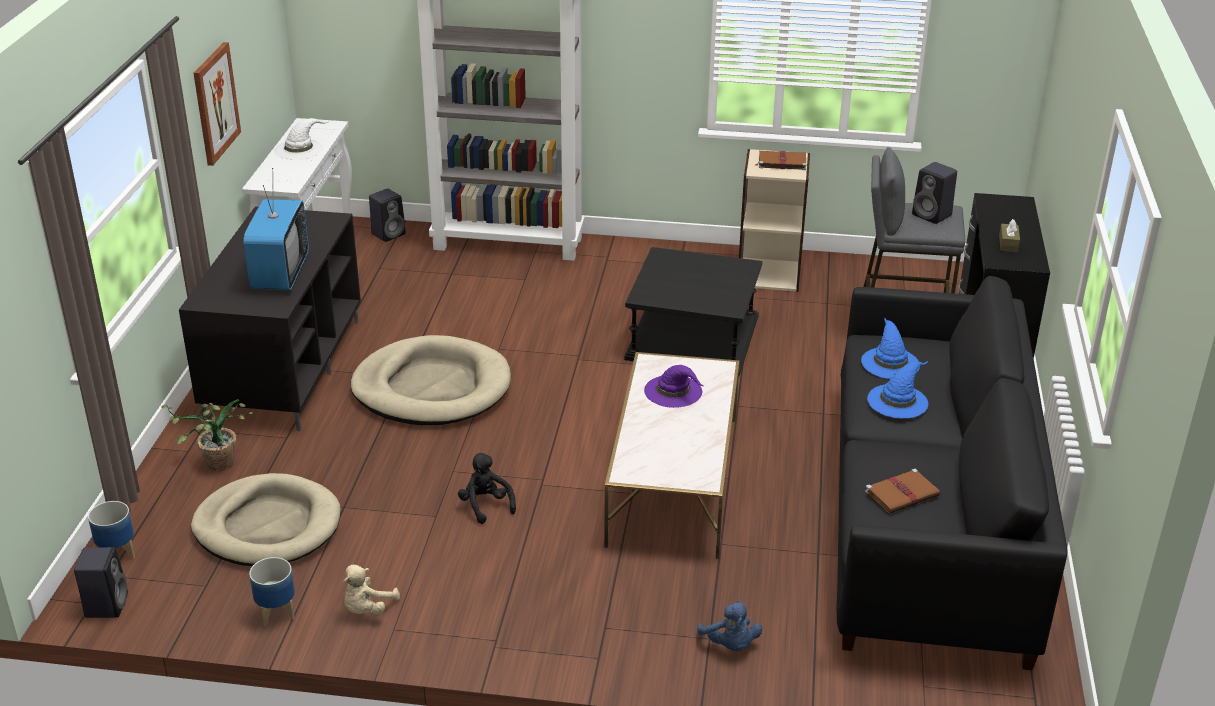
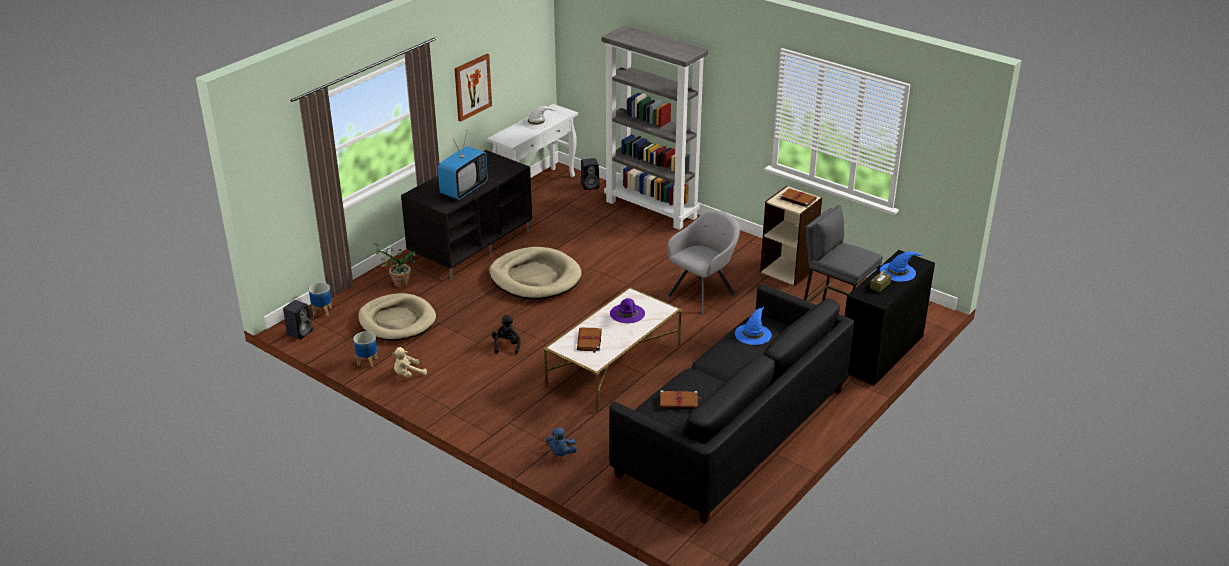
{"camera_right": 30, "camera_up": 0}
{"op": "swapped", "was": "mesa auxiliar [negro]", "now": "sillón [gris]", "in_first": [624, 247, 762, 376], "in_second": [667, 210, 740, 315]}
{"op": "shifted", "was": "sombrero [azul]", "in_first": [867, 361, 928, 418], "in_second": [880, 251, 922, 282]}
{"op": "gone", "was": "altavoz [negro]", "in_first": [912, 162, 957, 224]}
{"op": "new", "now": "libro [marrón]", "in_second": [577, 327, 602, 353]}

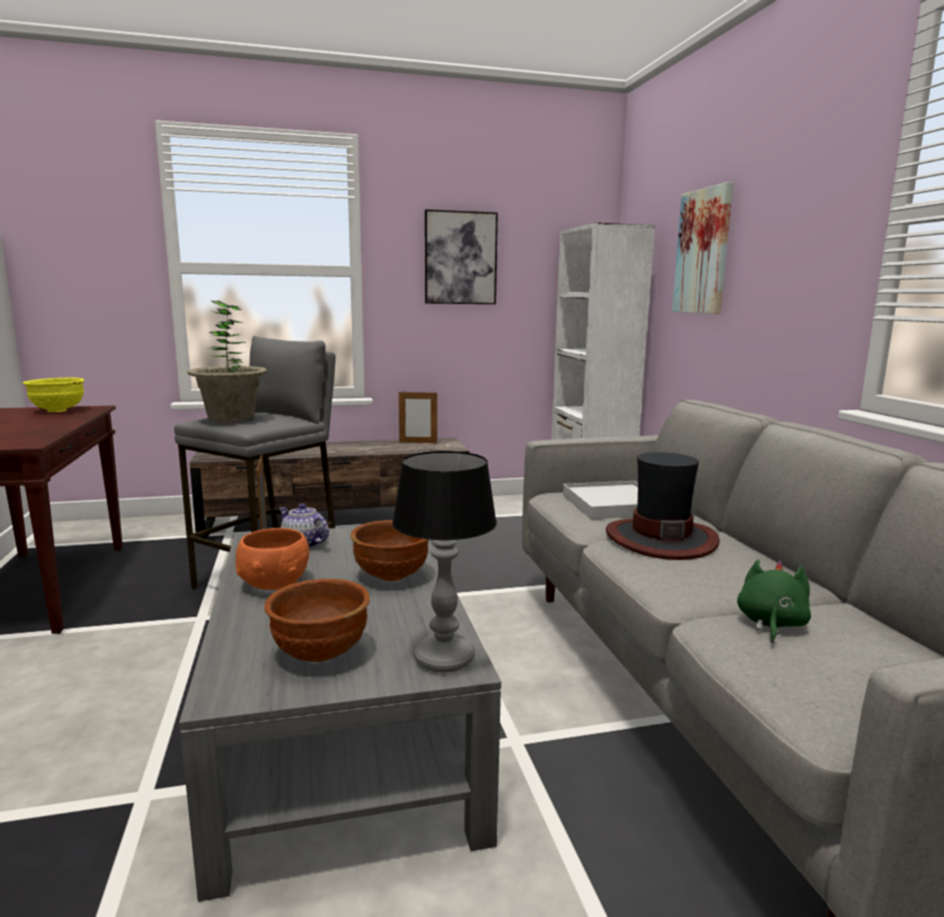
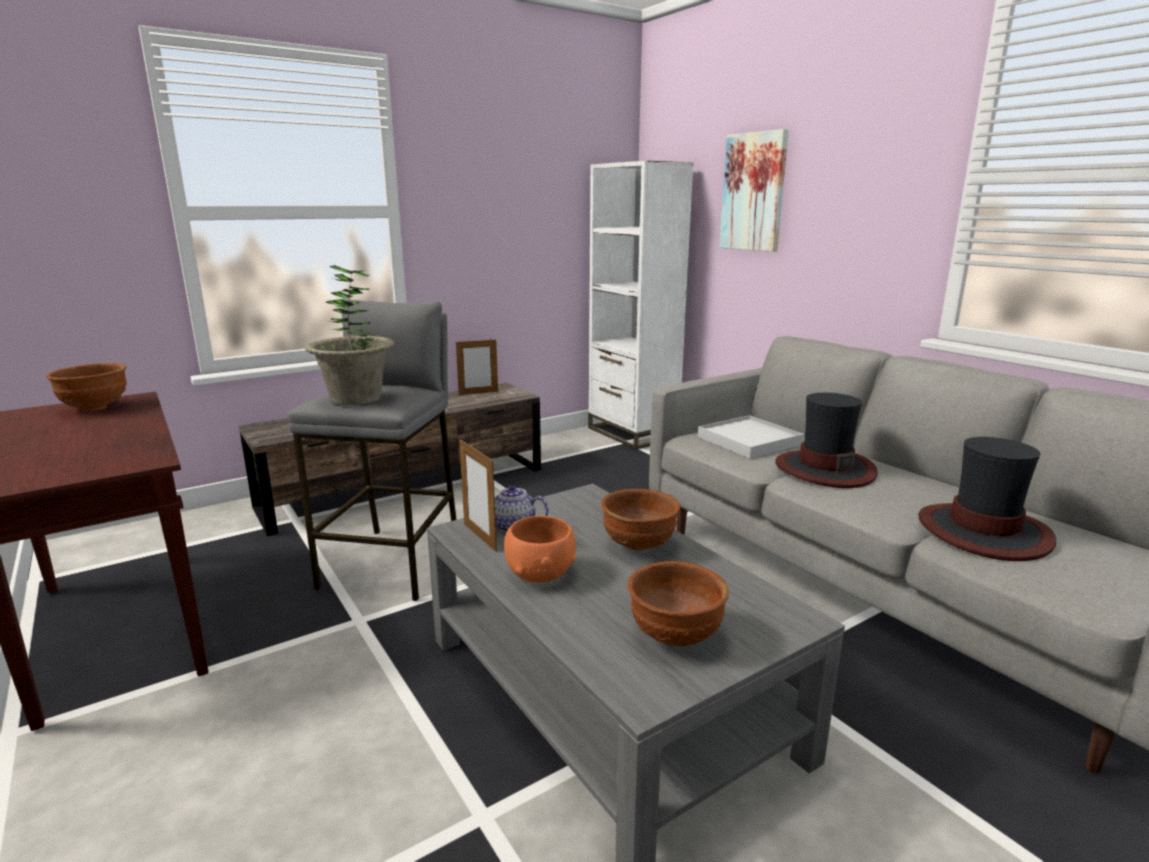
{"camera_right": -20, "camera_up": 5}
{"op": "repainted", "was": "cuenco [amarillo]", "now": "cuenco [marrón]", "in_first": [23, 377, 84, 412], "in_second": [46, 363, 127, 411]}
{"op": "gone", "was": "lámpara de mesa", "in_first": [392, 451, 497, 672]}
{"op": "gone", "was": "cuadro", "in_first": [425, 209, 498, 304]}
{"op": "swapped", "was": "peluche [verde]", "now": "sombrero", "in_first": [737, 560, 811, 643], "in_second": [918, 437, 1056, 561]}

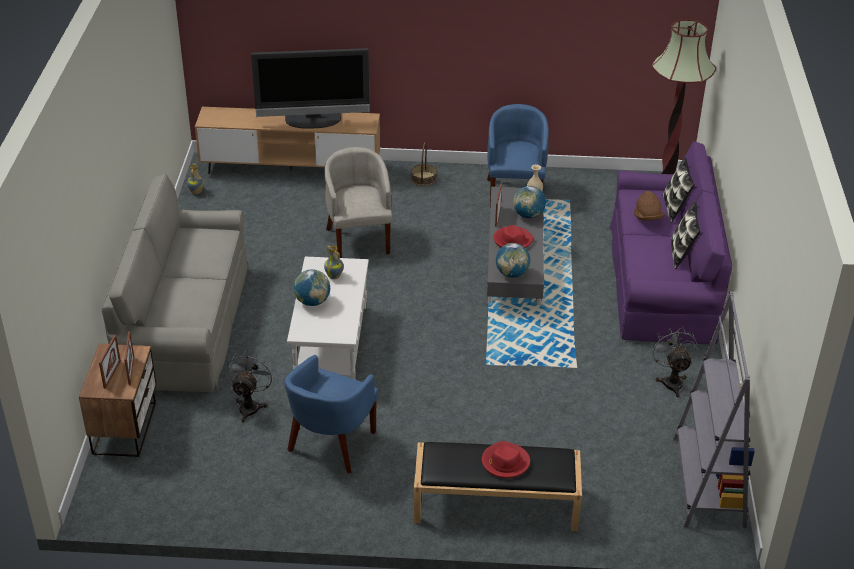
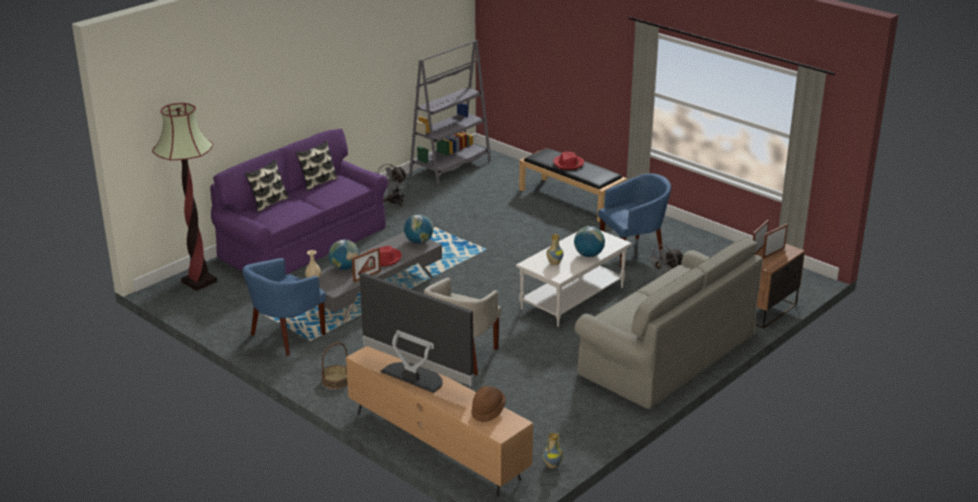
{"camera_right": -140, "camera_up": -10}
{"op": "shifted", "was": "sombrero [marrón]", "in_first": [634, 191, 664, 221], "in_second": [471, 386, 506, 422]}

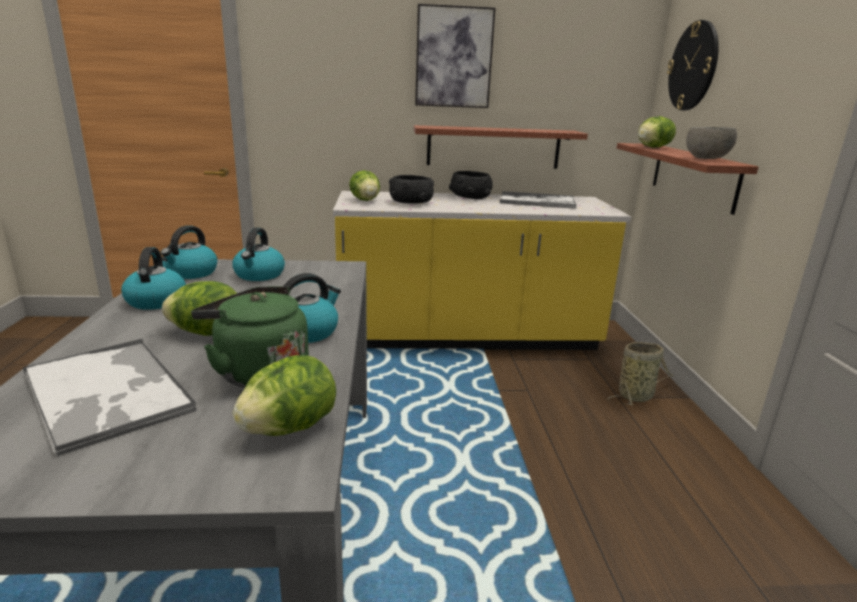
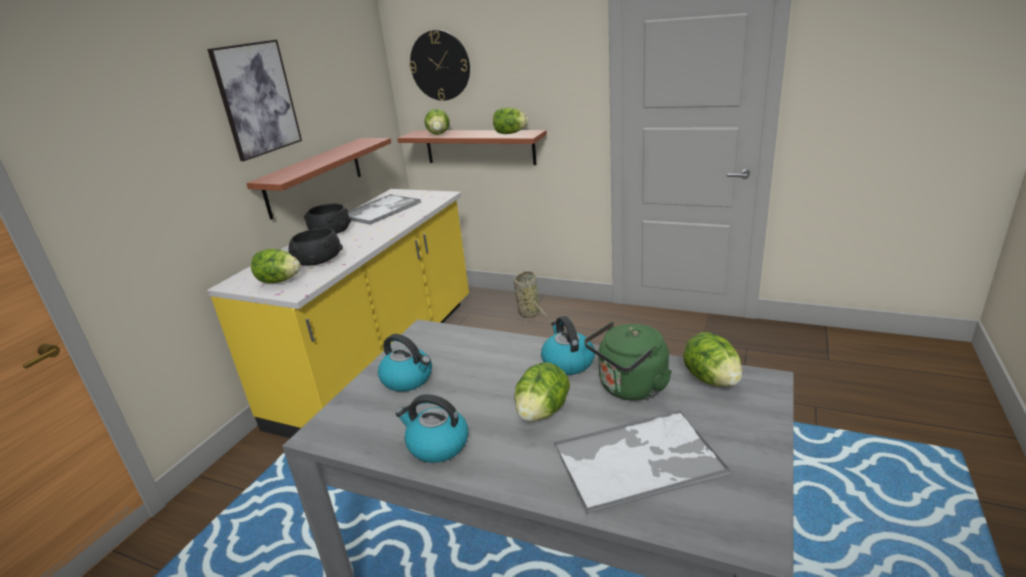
{"camera_right": -60, "camera_up": 5}
{"op": "gone", "was": "hervidor", "in_first": [161, 225, 218, 279]}
{"op": "swapped", "was": "cuenco [gris]", "now": "lechuga", "in_first": [686, 127, 737, 159], "in_second": [493, 108, 528, 134]}

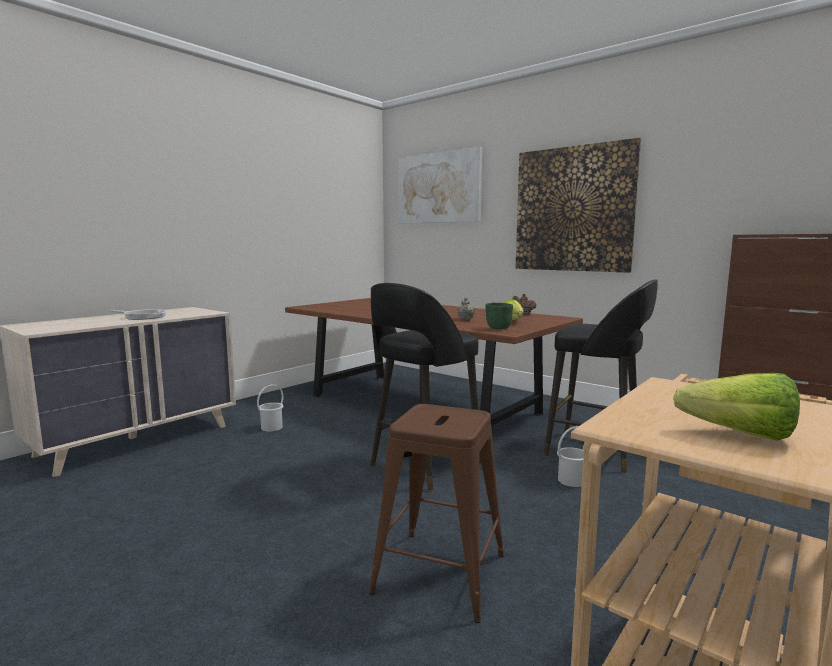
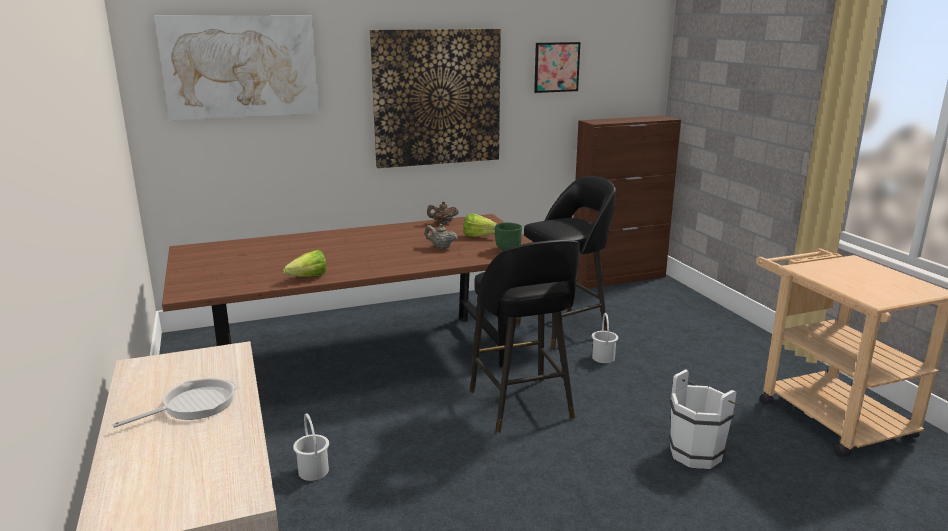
{"camera_right": -60, "camera_up": 10}
{"op": "swapped", "was": "taburete [marrón]", "now": "cubo [blanco]", "in_first": [369, 404, 504, 623], "in_second": [669, 369, 739, 469]}
{"op": "shifted", "was": "lechuga", "in_first": [673, 373, 800, 441], "in_second": [283, 250, 327, 277]}
{"op": "new", "now": "cuadro", "in_second": [534, 42, 580, 93]}

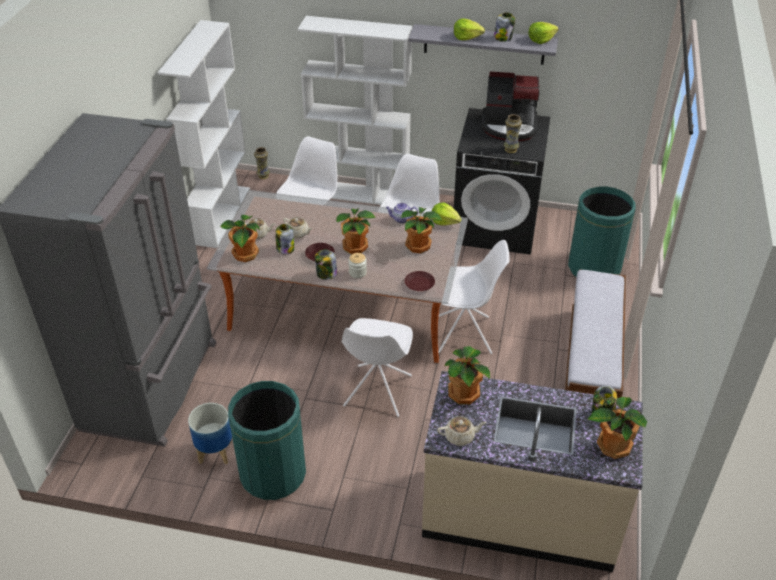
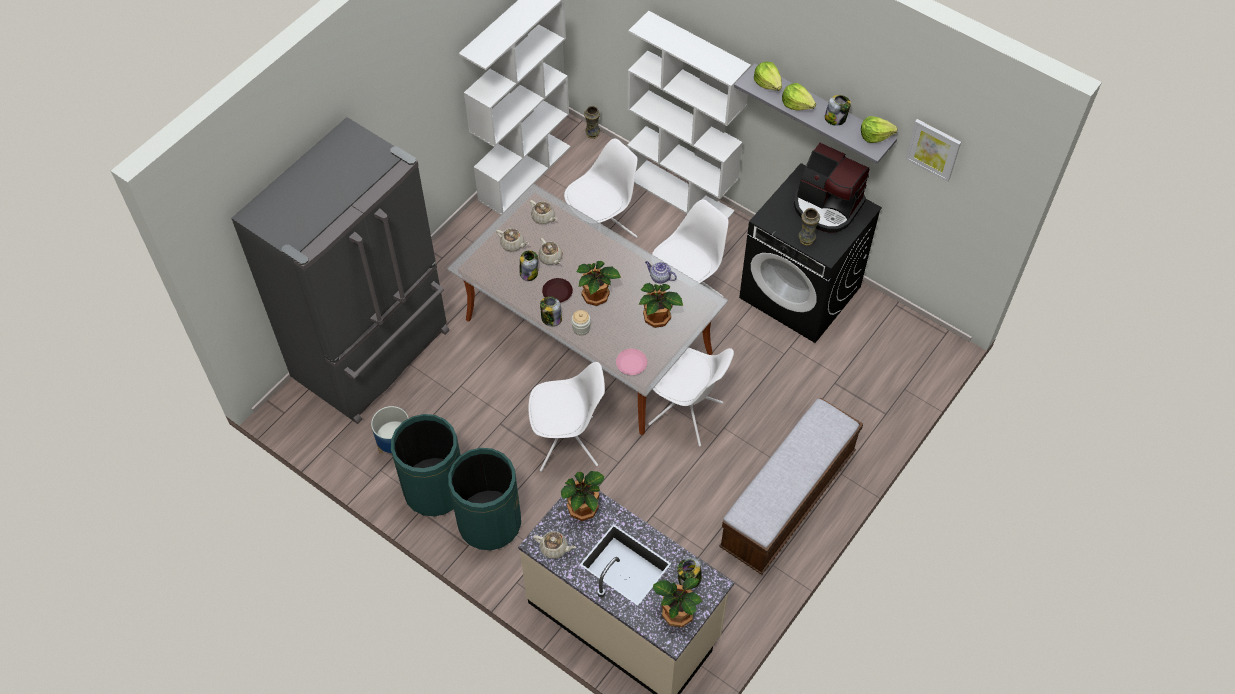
{"camera_right": 25, "camera_up": 15}
{"op": "gone", "was": "planta en maceta", "in_first": [220, 215, 260, 262]}
{"op": "rotated", "was": "silla [blanco]", "in_first": [342, 318, 413, 417], "in_second": [528, 362, 605, 472], "clockwise": -135}
{"op": "repainted", "was": "plato [marrón]", "now": "plato [rosa]", "in_first": [405, 271, 435, 291], "in_second": [616, 349, 647, 375]}
{"op": "shifted", "was": "lechuga", "in_first": [432, 202, 462, 226], "in_second": [754, 62, 782, 91]}
{"op": "shifted", "was": "papelera [verde]", "in_first": [568, 187, 636, 278], "in_second": [448, 448, 521, 550]}
{"op": "new", "now": "tetera [beis]", "in_second": [530, 200, 557, 224]}
{"op": "new", "now": "cuadro", "in_second": [905, 119, 961, 182]}

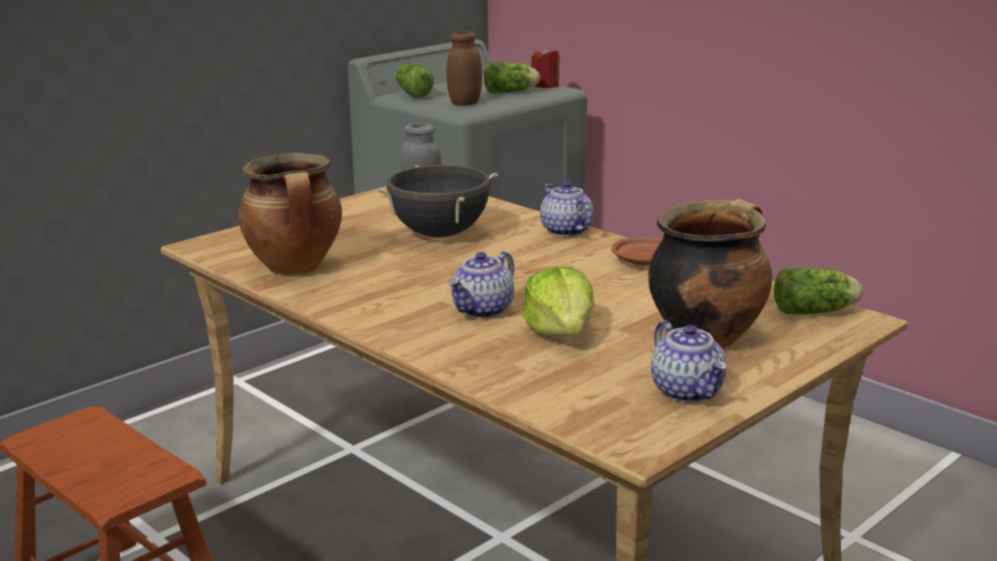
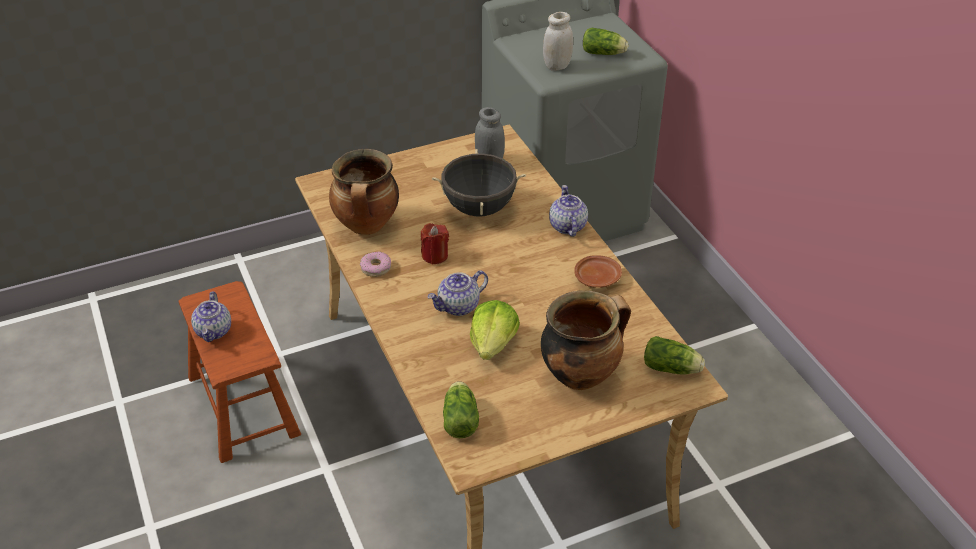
{"camera_right": 20, "camera_up": 20}
{"op": "shifted", "was": "lechuga", "in_first": [396, 63, 434, 97], "in_second": [443, 381, 479, 438]}
{"op": "repainted", "was": "tarro [marrón]", "now": "tarro [blanco]", "in_first": [447, 31, 482, 106], "in_second": [543, 12, 573, 71]}
{"op": "shifted", "was": "vela [rojo]", "in_first": [531, 46, 560, 88], "in_second": [421, 223, 449, 265]}
{"op": "shifted", "was": "tetera", "in_first": [651, 320, 727, 403], "in_second": [191, 292, 231, 342]}
{"op": "new", "now": "rosquilla", "in_second": [360, 251, 391, 277]}

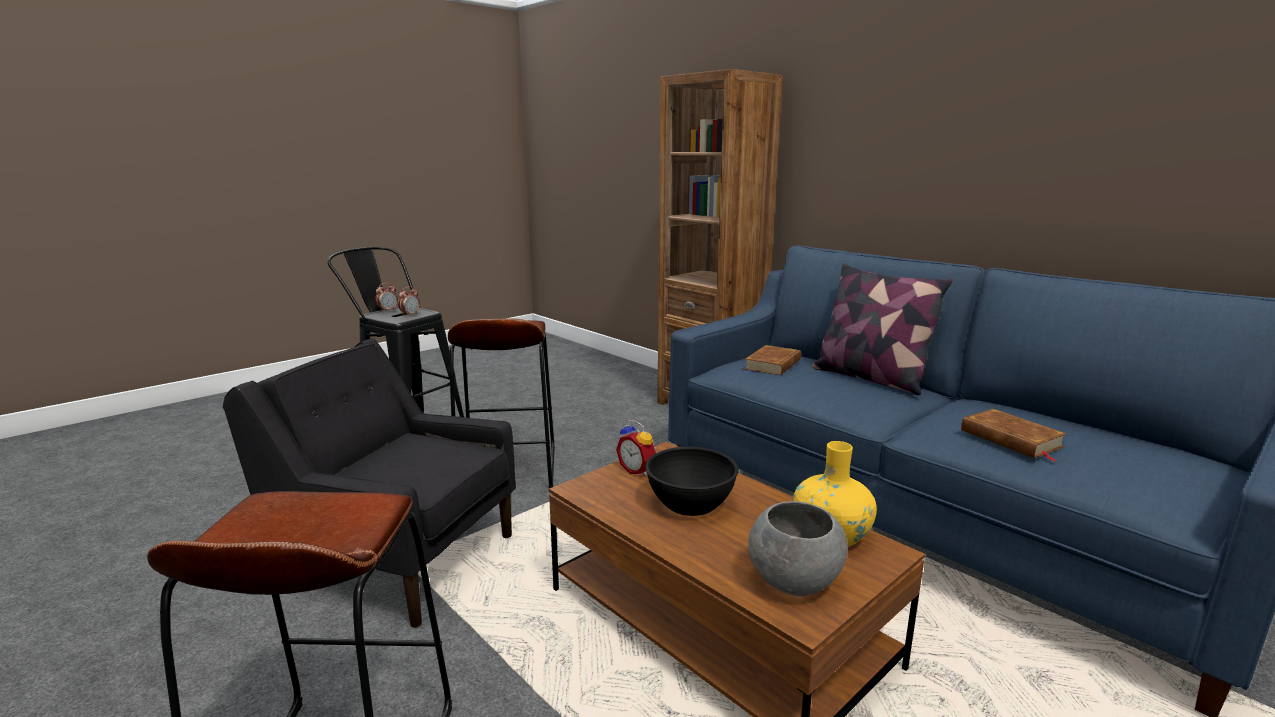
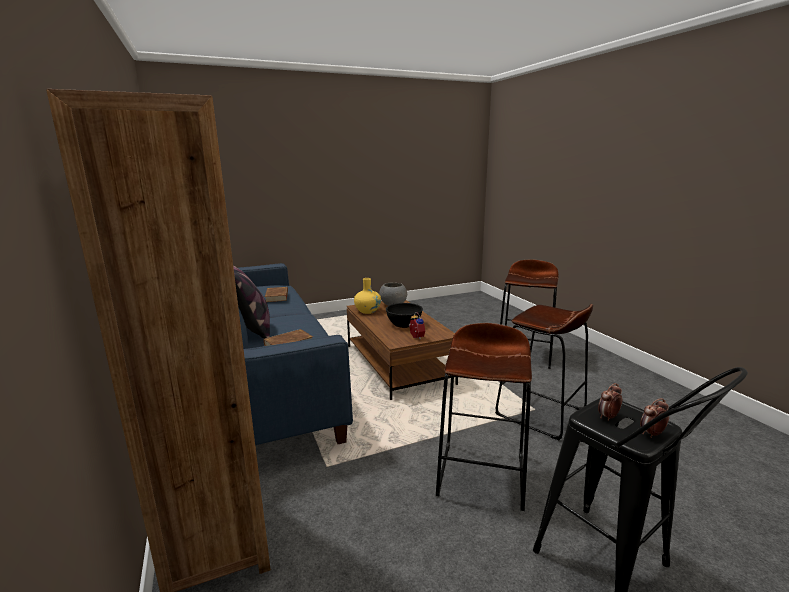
{"camera_right": -160, "camera_up": 0}
{"op": "swapped", "was": "sillón [negro]", "now": "taburete [marrón]", "in_first": [223, 338, 516, 628], "in_second": [495, 304, 593, 441]}

